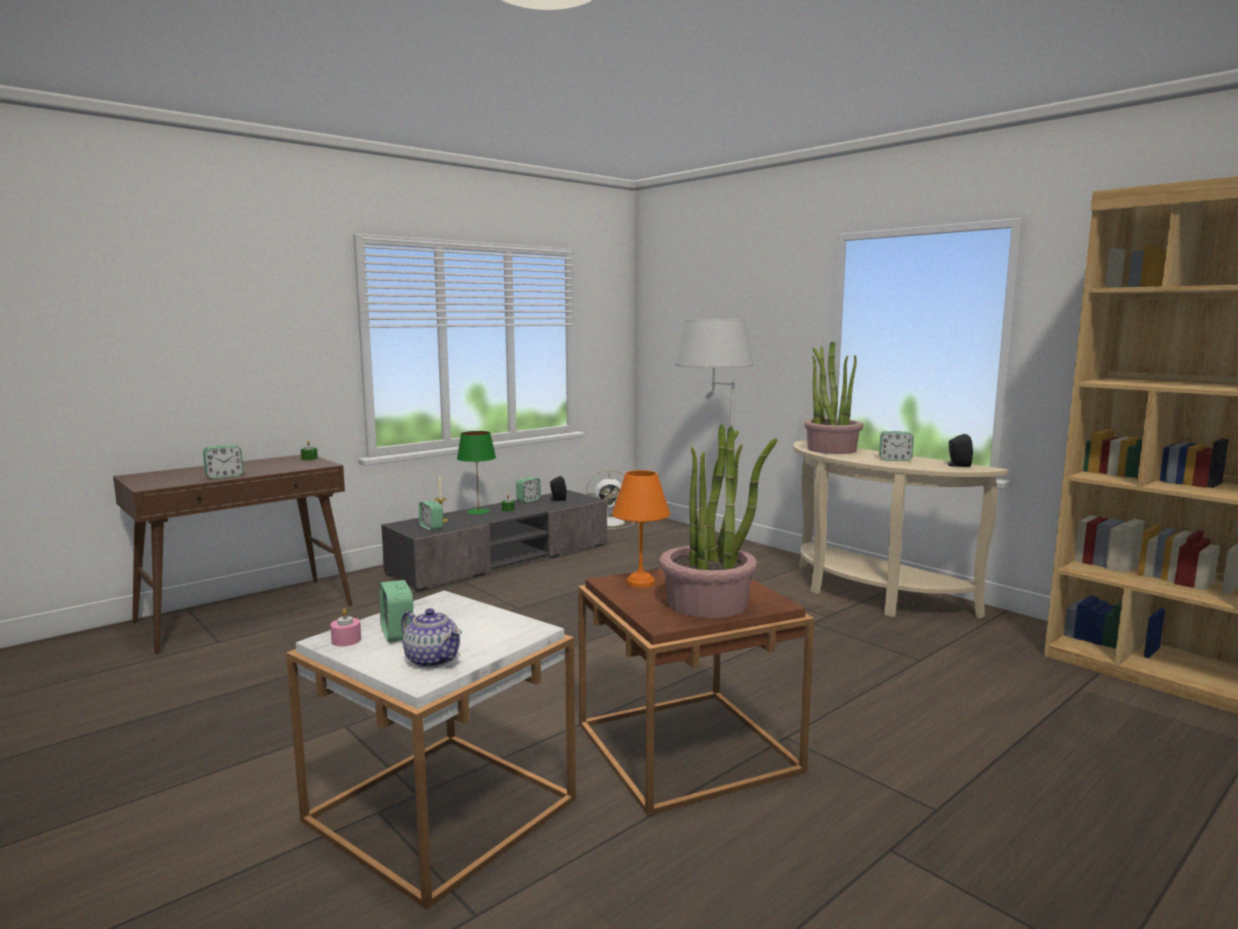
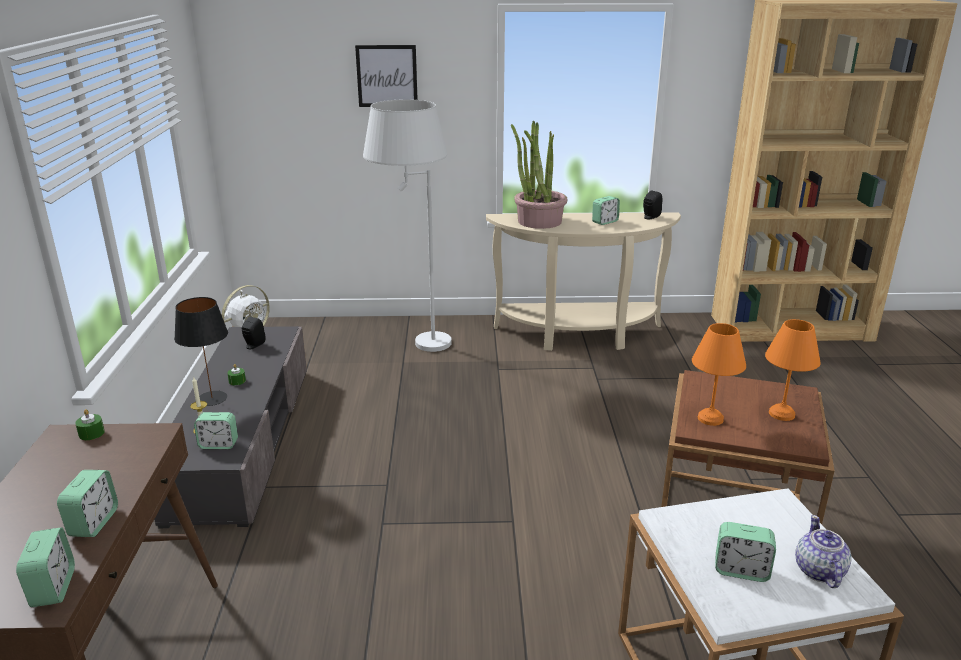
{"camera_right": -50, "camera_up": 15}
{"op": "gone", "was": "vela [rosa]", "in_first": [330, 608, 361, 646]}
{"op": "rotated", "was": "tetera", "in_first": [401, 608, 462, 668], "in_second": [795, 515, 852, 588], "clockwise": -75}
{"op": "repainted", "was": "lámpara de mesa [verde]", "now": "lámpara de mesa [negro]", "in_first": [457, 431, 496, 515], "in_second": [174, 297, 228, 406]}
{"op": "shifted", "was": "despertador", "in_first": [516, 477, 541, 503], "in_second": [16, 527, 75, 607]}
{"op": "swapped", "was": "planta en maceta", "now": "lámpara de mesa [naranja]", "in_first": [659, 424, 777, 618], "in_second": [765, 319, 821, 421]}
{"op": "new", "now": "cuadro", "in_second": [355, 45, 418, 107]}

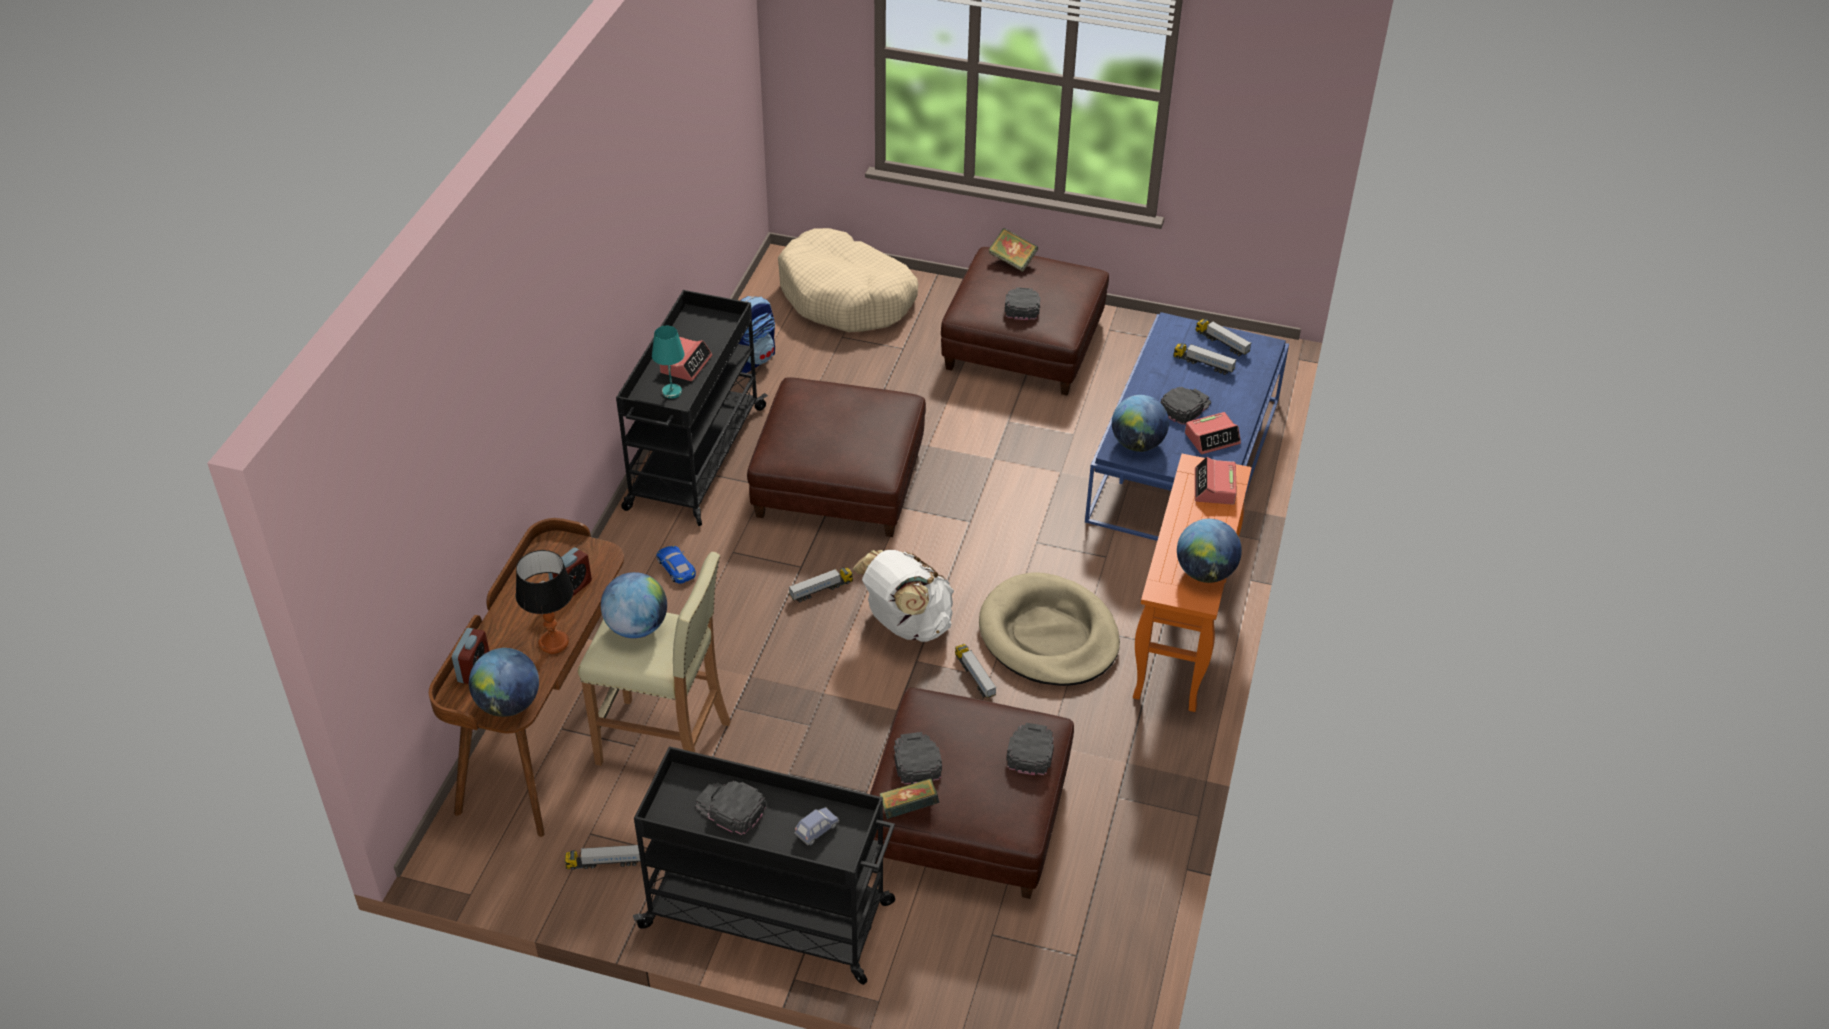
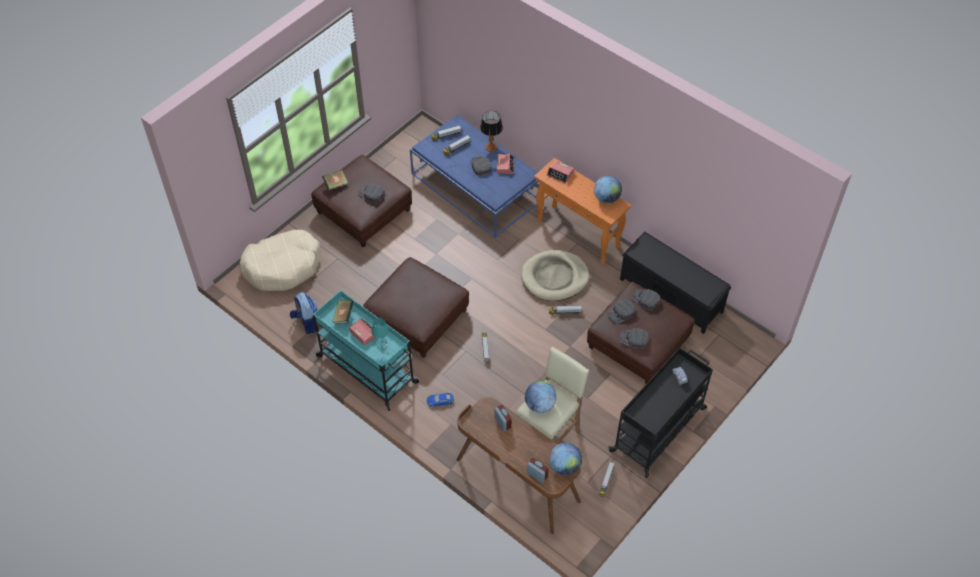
{"camera_right": -65, "camera_up": 10}
{"op": "shifted", "was": "lámpara de mesa", "in_first": [516, 550, 574, 654], "in_second": [480, 111, 503, 152]}
{"op": "repainted", "was": "carrito [negro]", "now": "carrito [turquesa]", "in_first": [616, 290, 768, 526], "in_second": [313, 290, 419, 411]}
{"op": "shifted", "was": "gorra [negro]", "in_first": [695, 781, 766, 835], "in_second": [607, 299, 636, 324]}
{"op": "gone", "was": "mochila [blanco]", "in_first": [853, 550, 954, 642]}
{"op": "shifted", "was": "libro", "in_first": [880, 778, 940, 819], "in_second": [333, 300, 354, 324]}
{"op": "gone", "was": "globo terráqueo", "in_first": [1112, 395, 1169, 452]}
{"op": "new", "now": "banco [negro]", "in_second": [620, 232, 731, 334]}

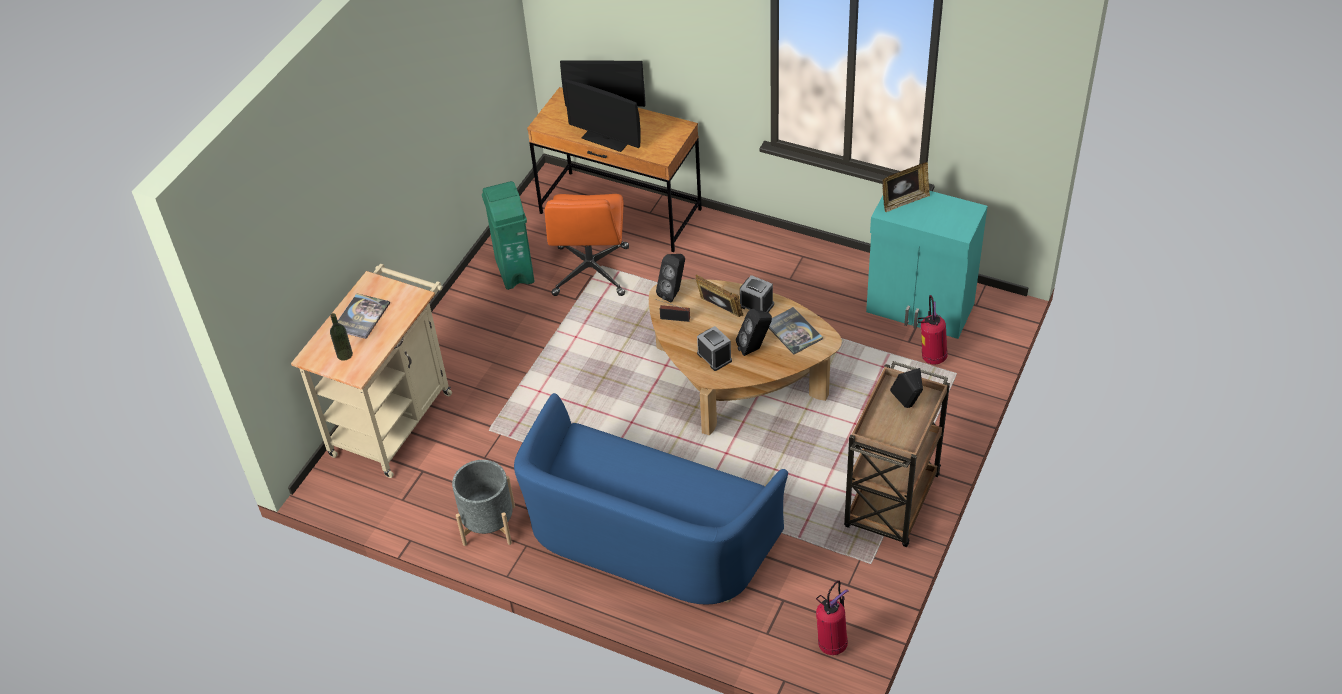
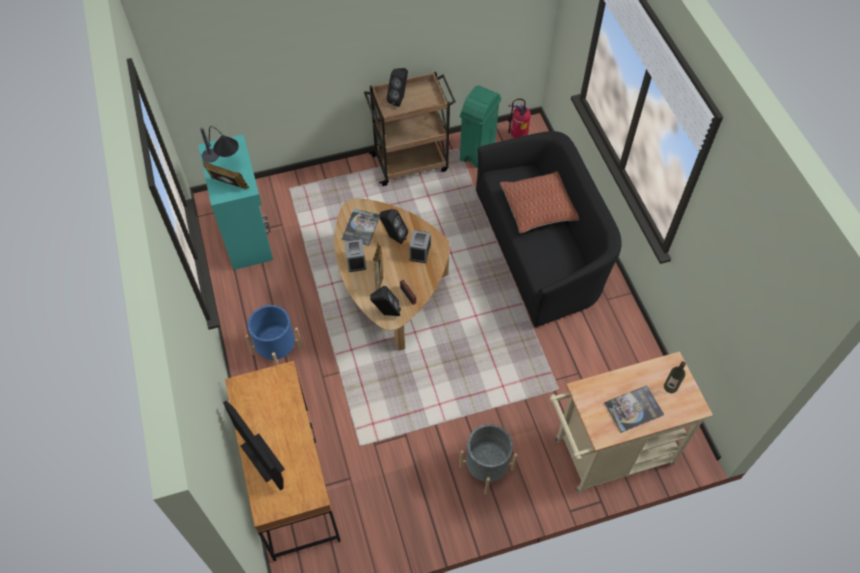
{"camera_right": -135, "camera_up": 10}
{"op": "shifted", "was": "maceta [gris]", "in_first": [452, 460, 515, 546], "in_second": [459, 424, 517, 495]}
{"op": "shifted", "was": "papelera [verde]", "in_first": [482, 181, 534, 290], "in_second": [460, 86, 501, 168]}
{"op": "repainted", "was": "sofá [azul]", "now": "sofá [negro]", "in_first": [514, 393, 788, 605], "in_second": [476, 131, 622, 327]}
{"op": "gone", "was": "silla de oficina [naranja]", "in_first": [545, 194, 629, 296]}
{"op": "gone", "was": "monitor", "in_first": [563, 79, 641, 152]}
{"op": "gone", "was": "extintor", "in_first": [918, 295, 948, 364]}
{"op": "new", "now": "lámpara de mesa", "in_second": [200, 126, 239, 162]}
{"op": "new", "now": "maceta [azul]", "in_second": [245, 305, 303, 366]}
{"op": "new", "now": "cojín", "in_second": [500, 171, 579, 233]}

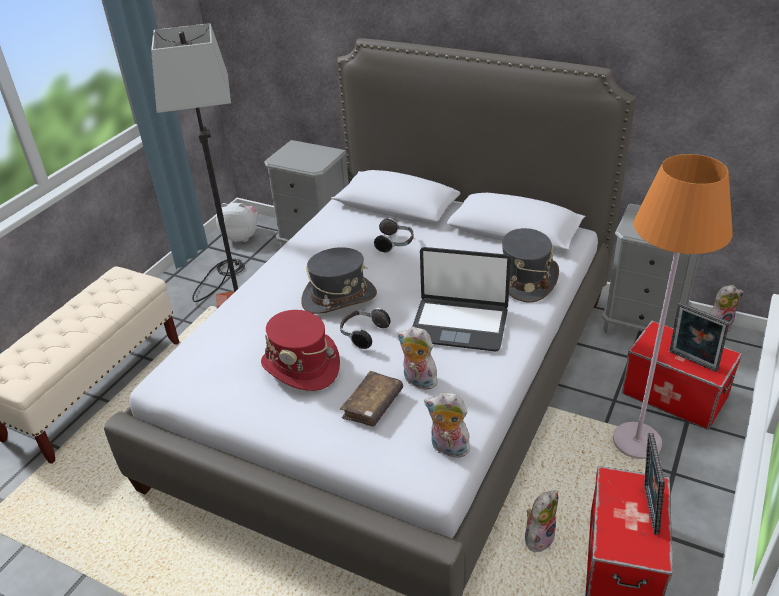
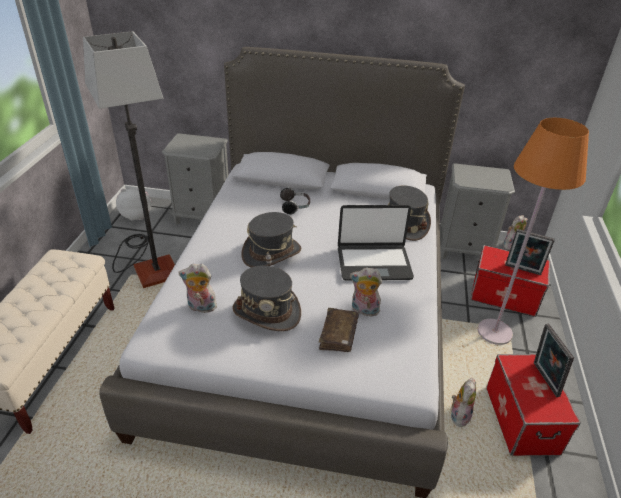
{"camera_right": -20, "camera_up": 0}
{"op": "repainted", "was": "sombrero [rojo]", "now": "sombrero [gris]", "in_first": [261, 310, 340, 391], "in_second": [232, 266, 301, 331]}
{"op": "gone", "was": "auriculares", "in_first": [340, 308, 390, 349]}
{"op": "shifted", "was": "peluche", "in_first": [424, 393, 473, 458], "in_second": [178, 264, 217, 313]}

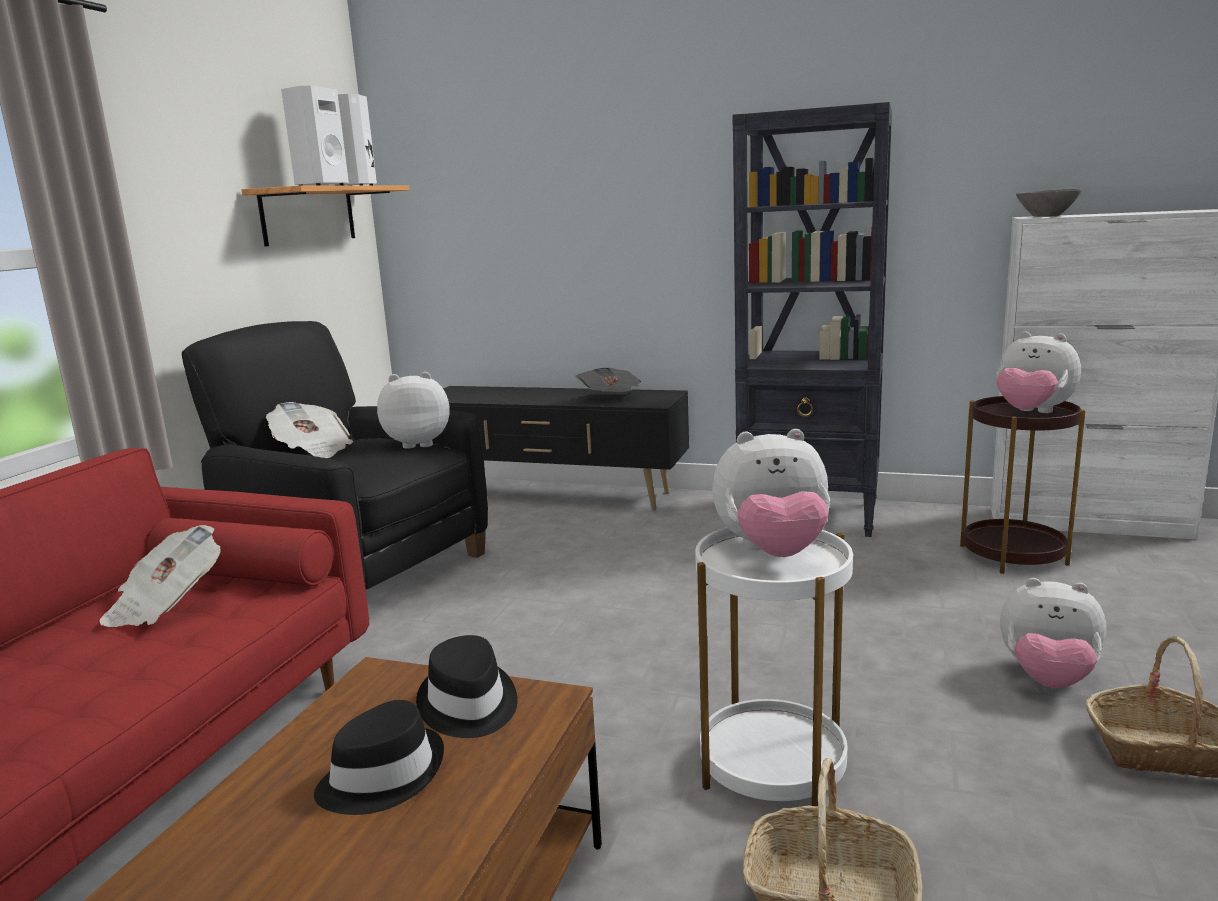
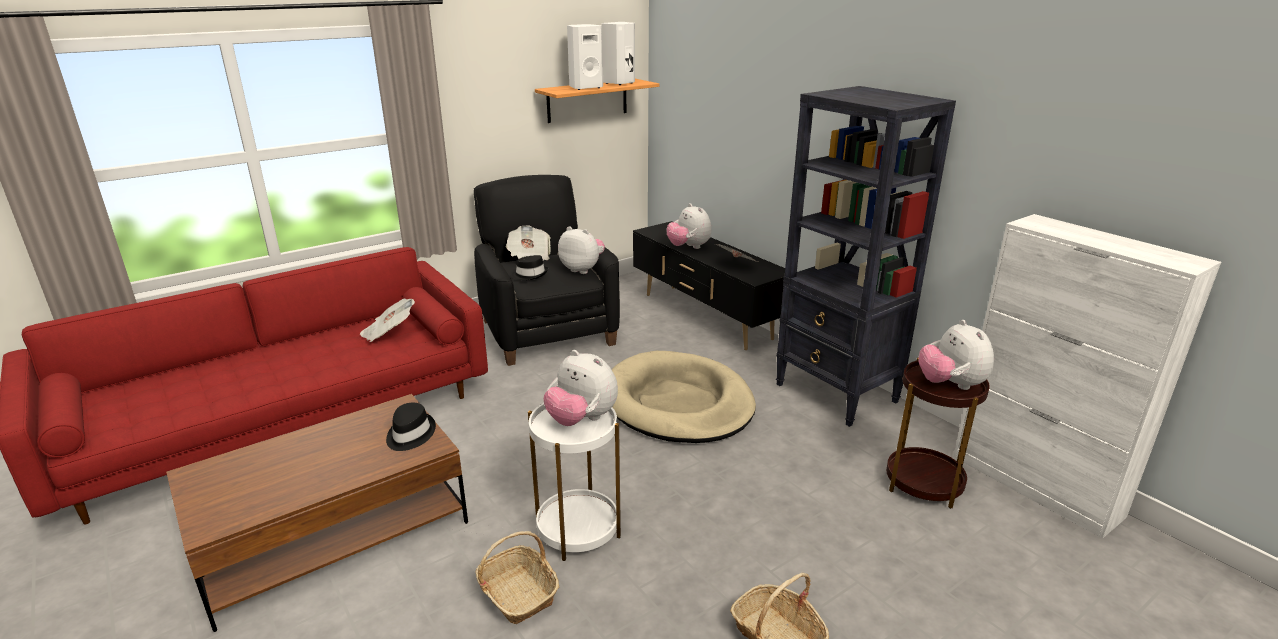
{"camera_right": 35, "camera_up": 10}
{"op": "shifted", "was": "sombrero [negro]", "in_first": [314, 700, 444, 815], "in_second": [512, 255, 548, 280]}
{"op": "shifted", "was": "peluche", "in_first": [1000, 578, 1106, 688], "in_second": [667, 203, 711, 249]}
{"op": "gone", "was": "cuenco [gris]", "in_first": [1016, 189, 1082, 217]}
{"op": "new", "now": "cama para perro [beis]", "in_second": [612, 351, 756, 443]}

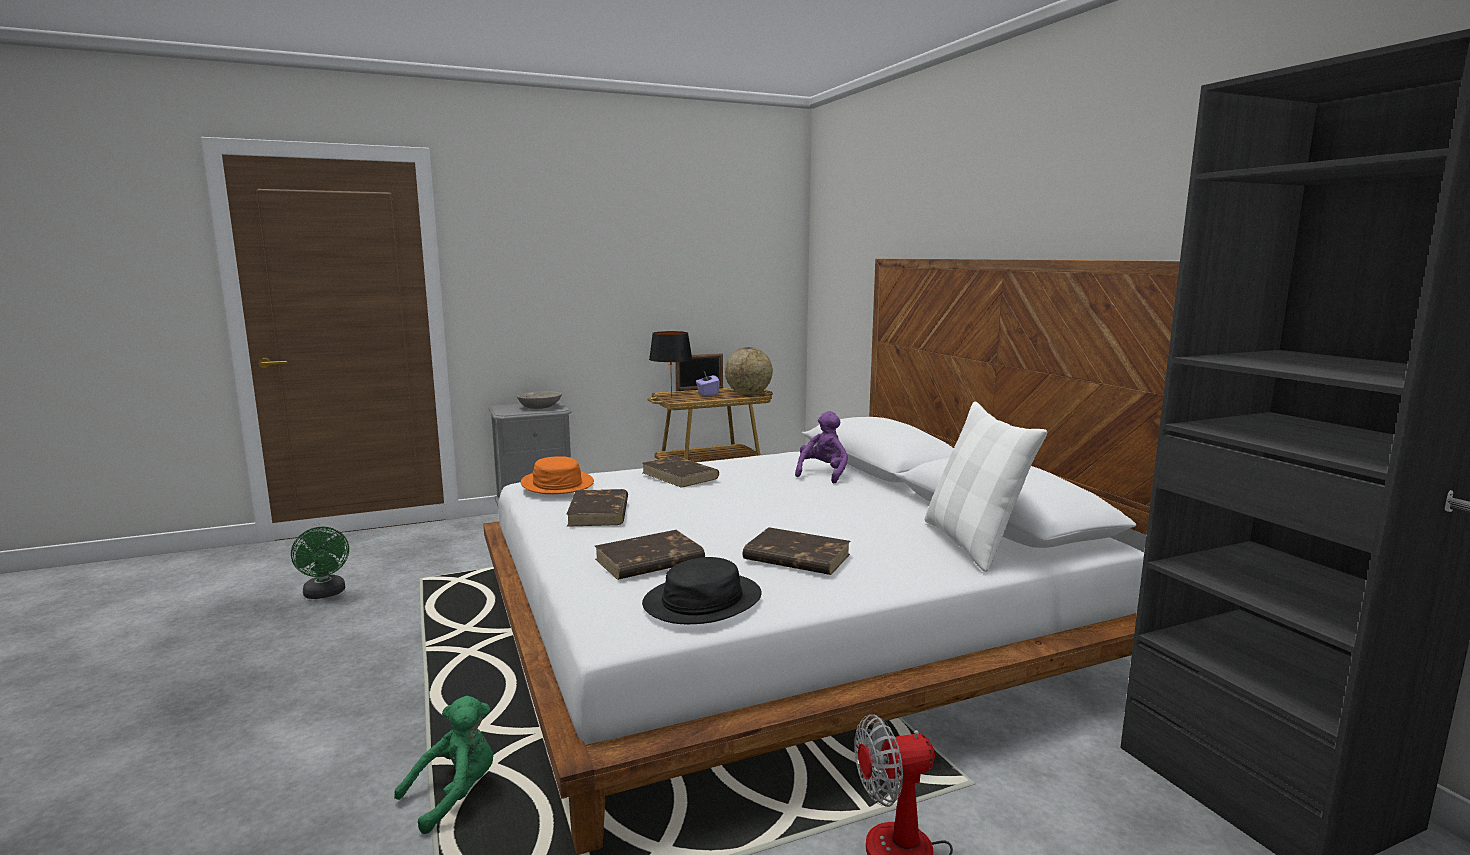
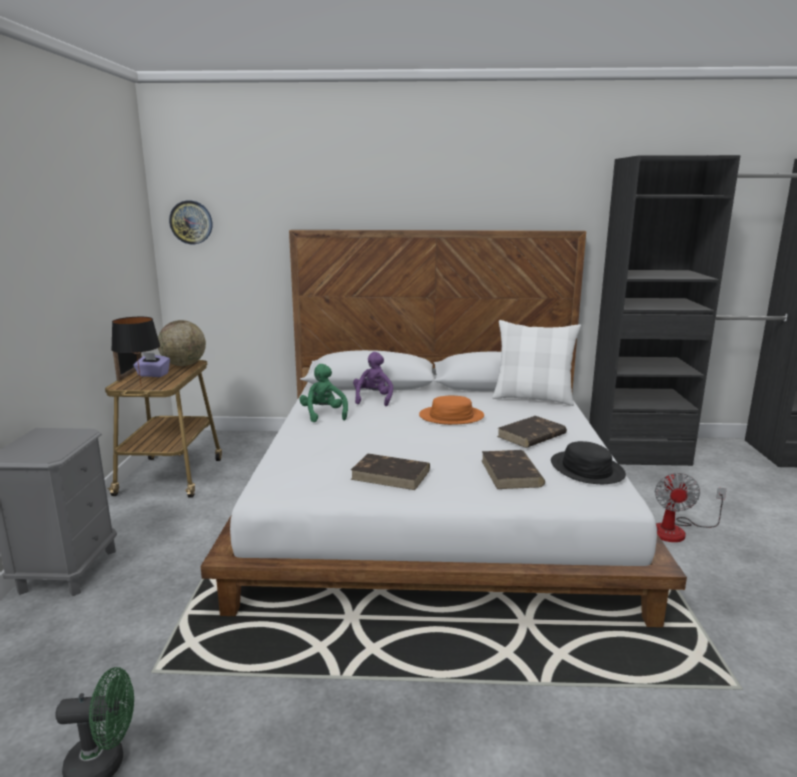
{"camera_right": -65, "camera_up": 5}
{"op": "shifted", "was": "peluche [verde]", "in_first": [394, 696, 494, 834], "in_second": [299, 364, 348, 422]}
{"op": "gone", "was": "cuenco [gris]", "in_first": [517, 391, 562, 409]}
{"op": "shifted", "was": "sombrero [naranja]", "in_first": [521, 456, 594, 494], "in_second": [419, 396, 484, 425]}
{"op": "gone", "was": "libro [marrón]", "in_first": [642, 456, 719, 488]}
{"op": "rotated", "was": "peluche [morado]", "in_first": [795, 411, 848, 484], "in_second": [353, 352, 393, 406], "clockwise": 45}
{"op": "new", "now": "reloj de pared", "in_second": [169, 201, 212, 244]}

